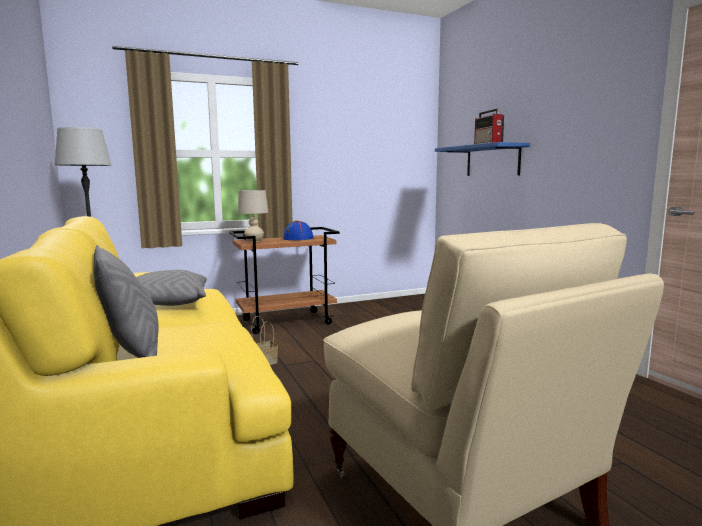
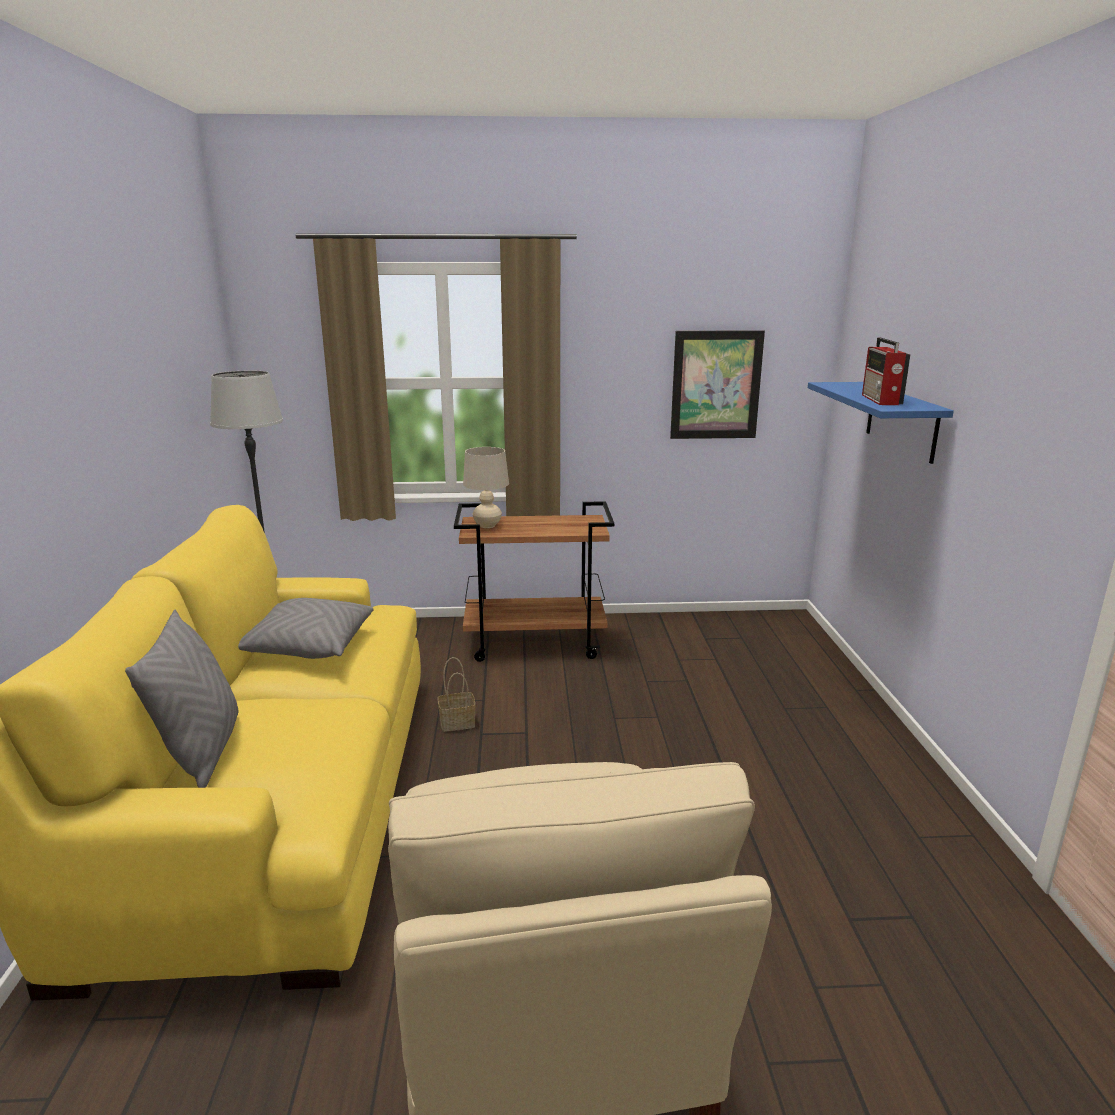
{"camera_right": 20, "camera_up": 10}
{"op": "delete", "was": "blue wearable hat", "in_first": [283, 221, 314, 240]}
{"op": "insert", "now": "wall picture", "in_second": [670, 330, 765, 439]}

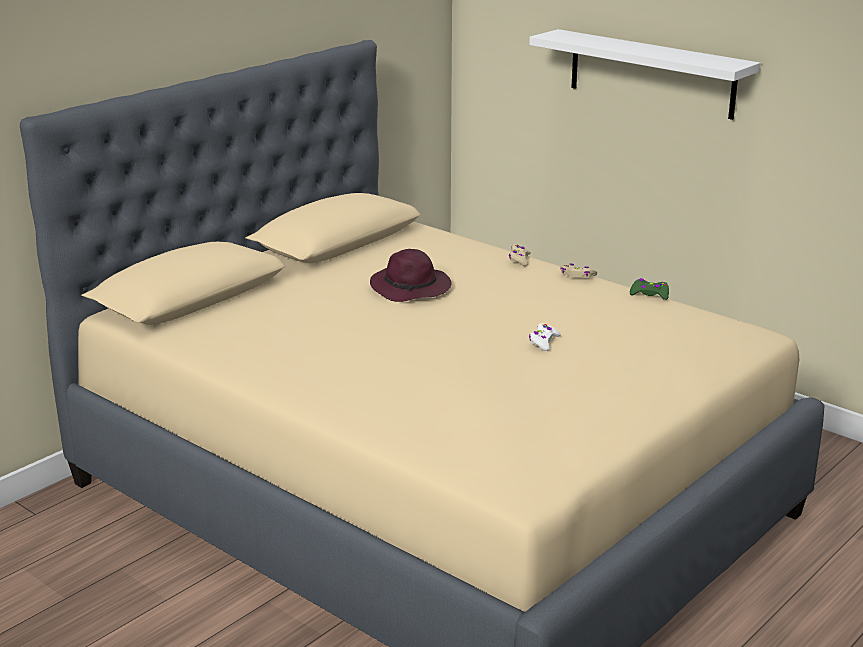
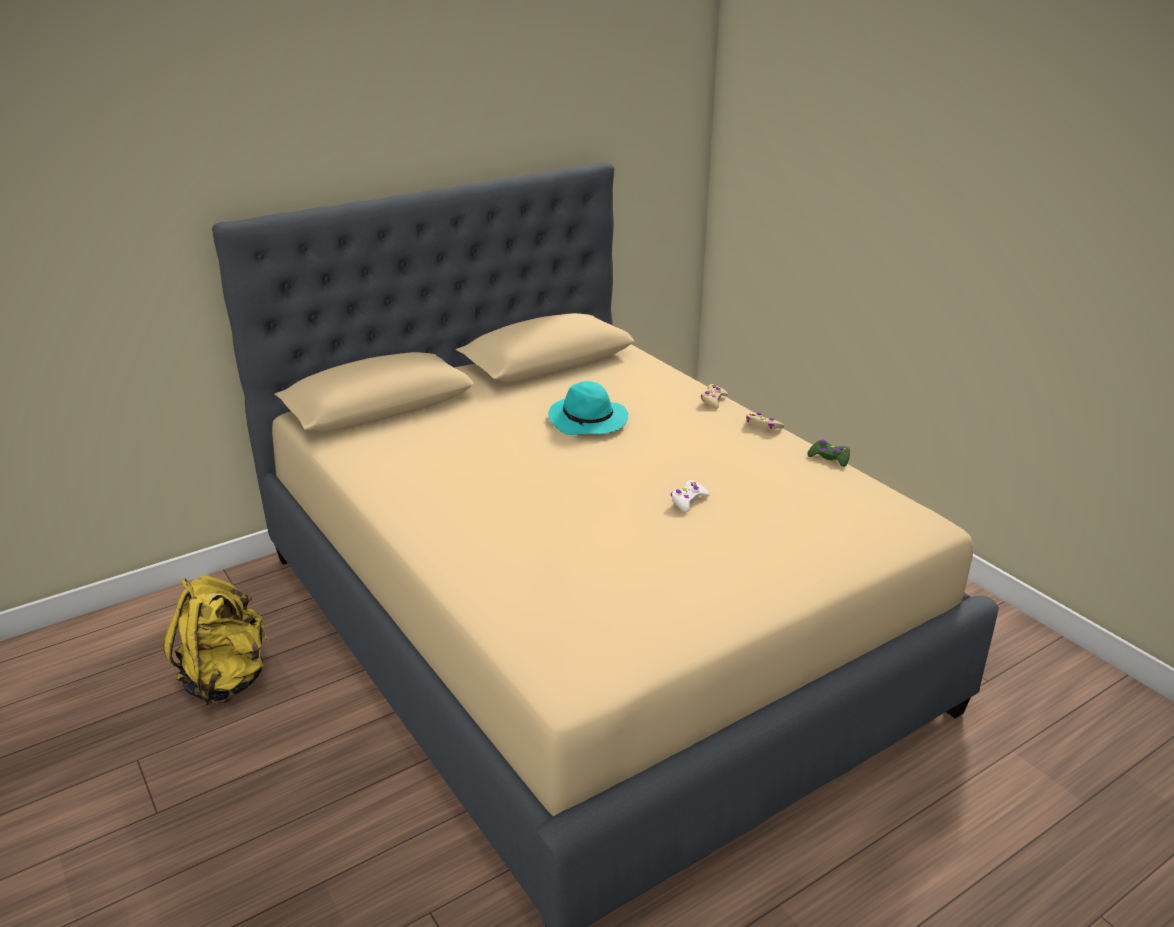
{"camera_right": 15, "camera_up": 5}
{"op": "delete", "was": "white-coloured bracket shelf", "in_first": [529, 29, 761, 120]}
{"op": "recolor", "was": "purple-coloured wearable hat", "now": "blue-green wearable hat", "in_first": [370, 249, 452, 302], "in_second": [548, 381, 628, 435]}
{"op": "insert", "now": "yellow knapsack", "in_second": [163, 575, 268, 705]}

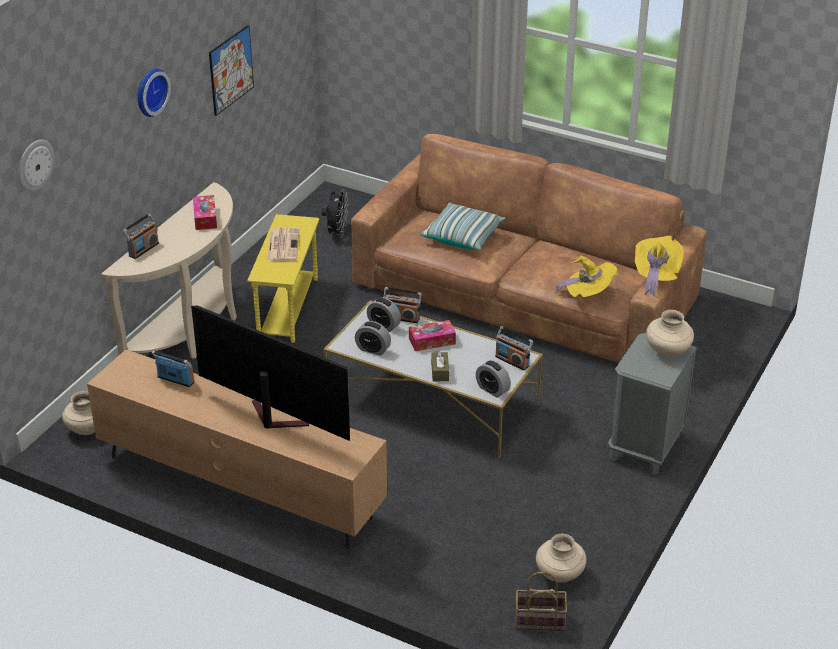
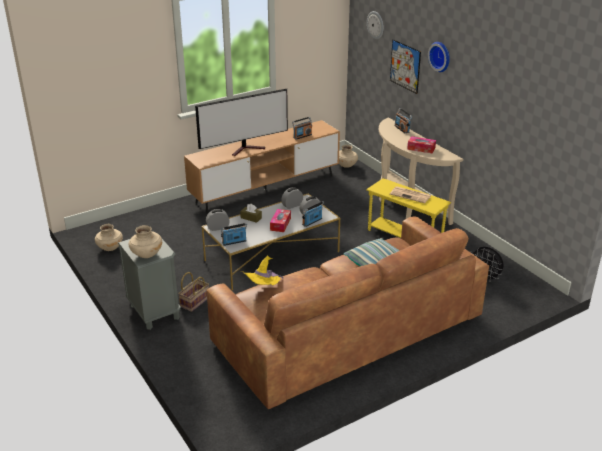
{"camera_right": 120, "camera_up": -5}
{"op": "move", "was": "wall picture", "in_first": [209, 25, 254, 116], "in_second": [390, 39, 421, 94]}
{"op": "delete", "was": "yellow wearable hat", "in_first": [635, 236, 684, 296]}
{"op": "move", "was": "household basket", "in_first": [516, 572, 567, 631], "in_second": [178, 272, 209, 312]}

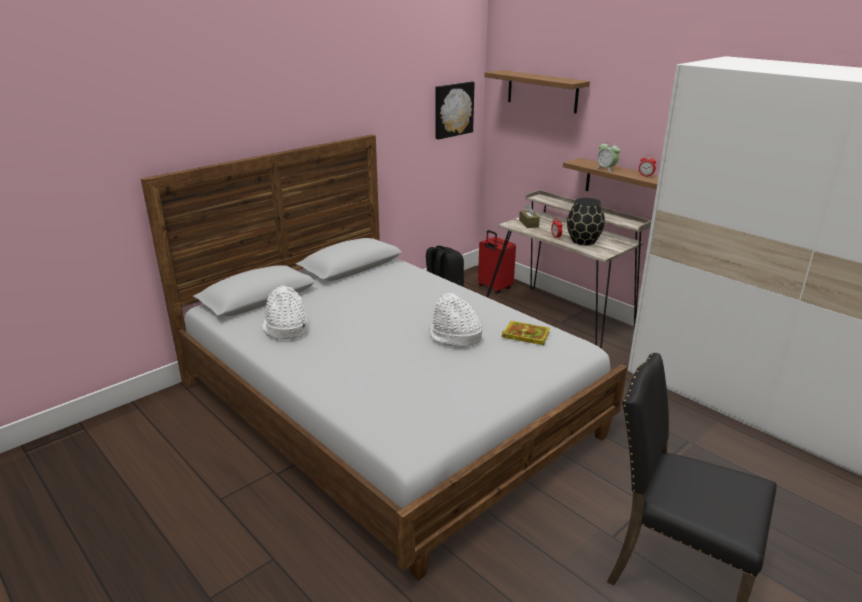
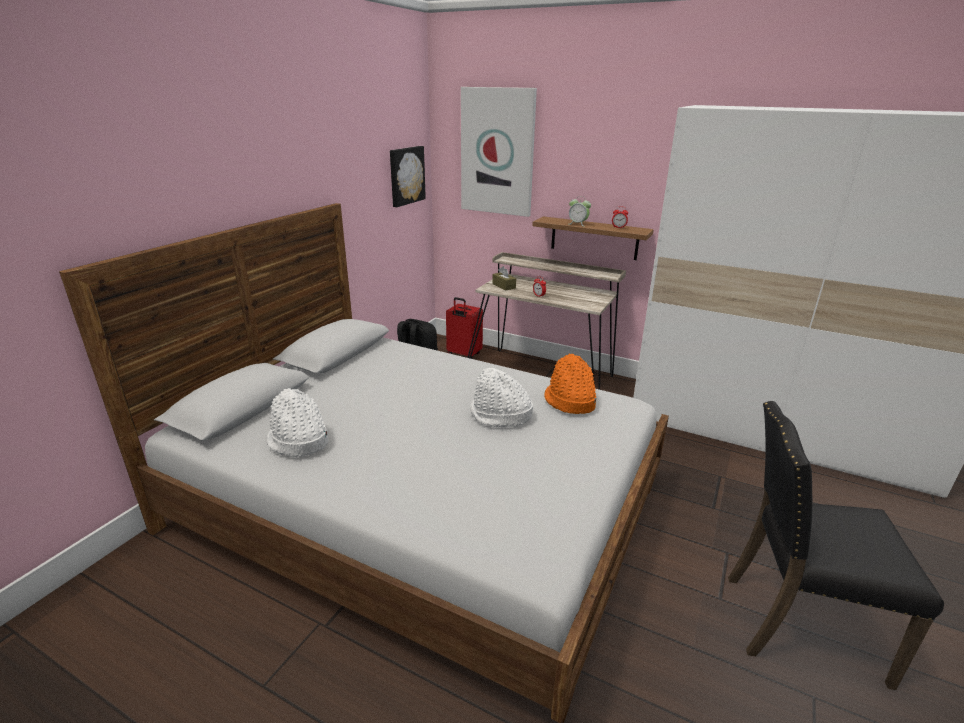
{"camera_right": -20, "camera_up": 0}
{"op": "replace", "was": "bracket shelf", "now": "wall picture", "in_first": [484, 70, 590, 113], "in_second": [461, 87, 537, 217]}
{"op": "delete", "was": "black-coloured flower vase", "in_first": [567, 198, 605, 245]}
{"op": "replace", "was": "volume", "now": "orangey wearable hat", "in_first": [502, 321, 550, 346], "in_second": [544, 354, 596, 414]}

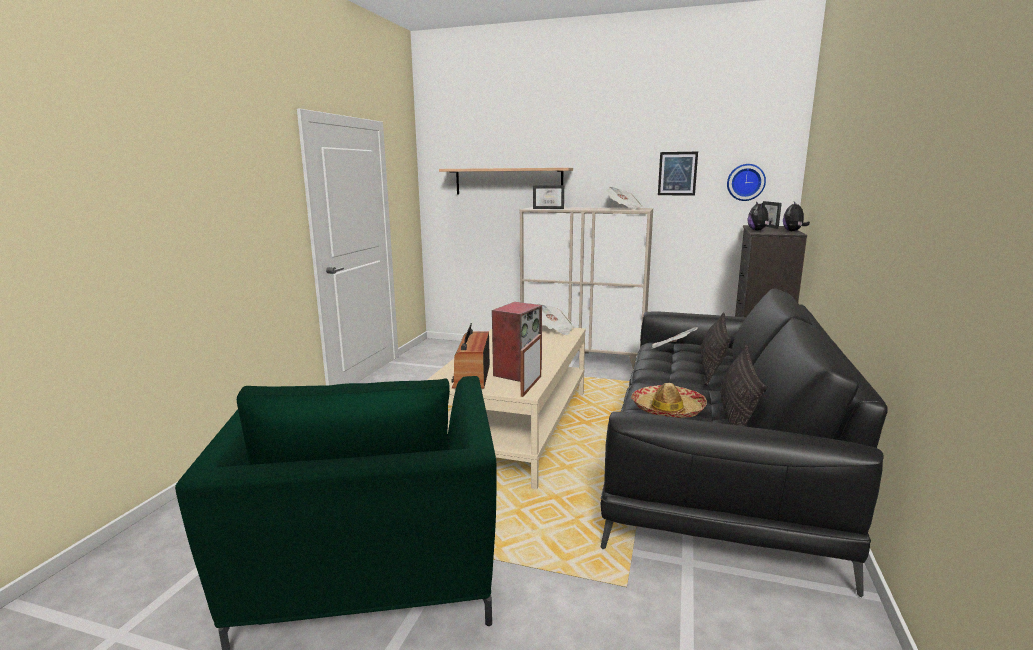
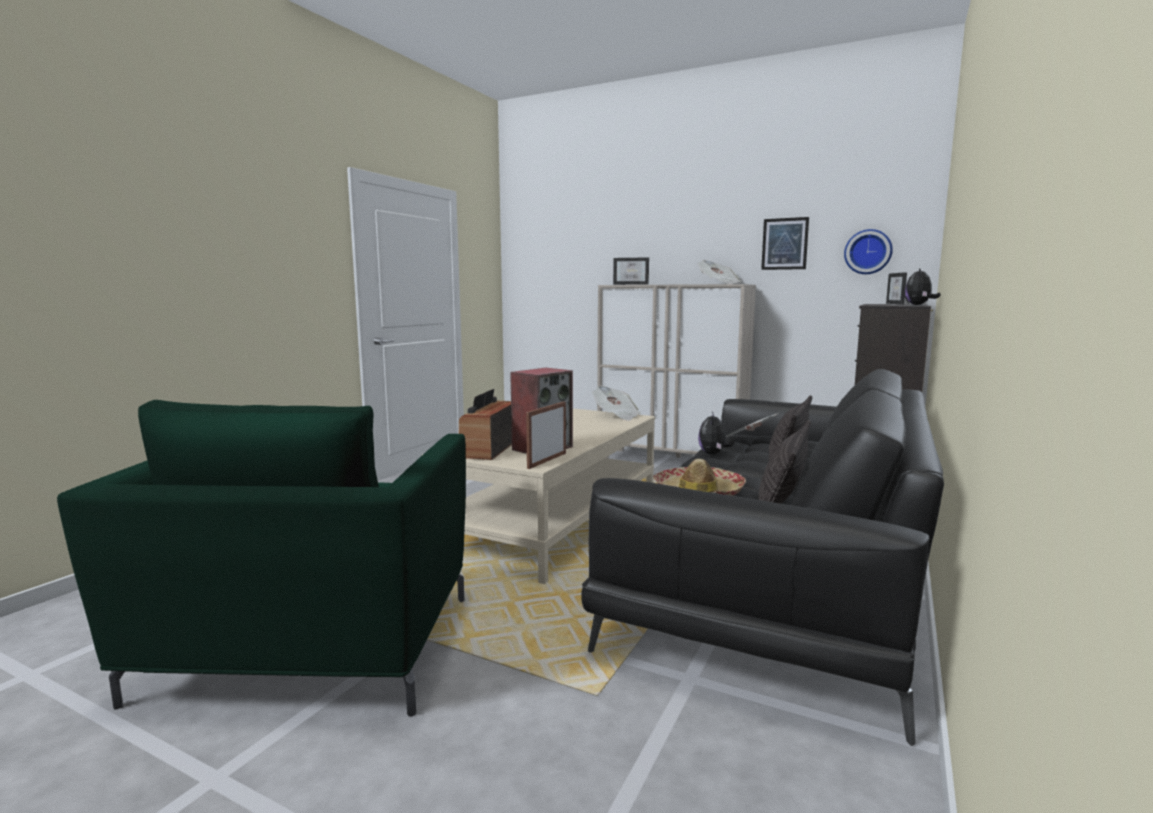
{"camera_right": 10, "camera_up": -5}
{"op": "delete", "was": "bracket shelf", "in_first": [439, 168, 573, 194]}
{"op": "move", "was": "plush toy", "in_first": [748, 201, 771, 231], "in_second": [698, 411, 735, 454]}

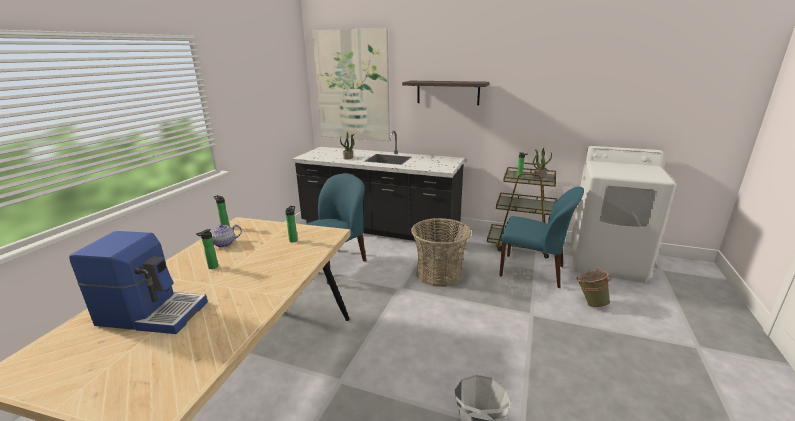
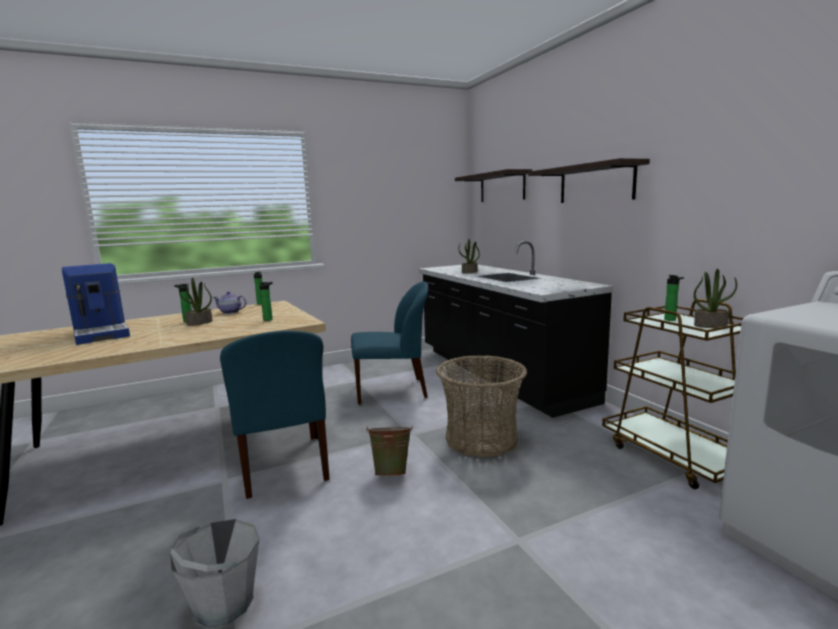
{"camera_right": 45, "camera_up": -10}
{"op": "replace", "was": "wall picture", "now": "bracket shelf", "in_first": [312, 28, 390, 141], "in_second": [455, 169, 532, 202]}
{"op": "move", "was": "blue plain chair", "in_first": [499, 187, 584, 288], "in_second": [220, 331, 330, 499]}
{"op": "move", "was": "green pail", "in_first": [577, 269, 611, 308], "in_second": [366, 425, 413, 476]}
{"op": "insert", "now": "plant in a pot", "in_second": [179, 277, 213, 326]}

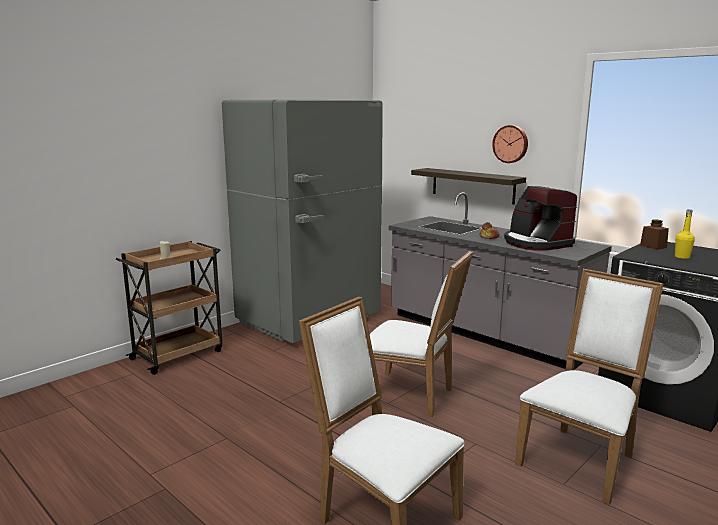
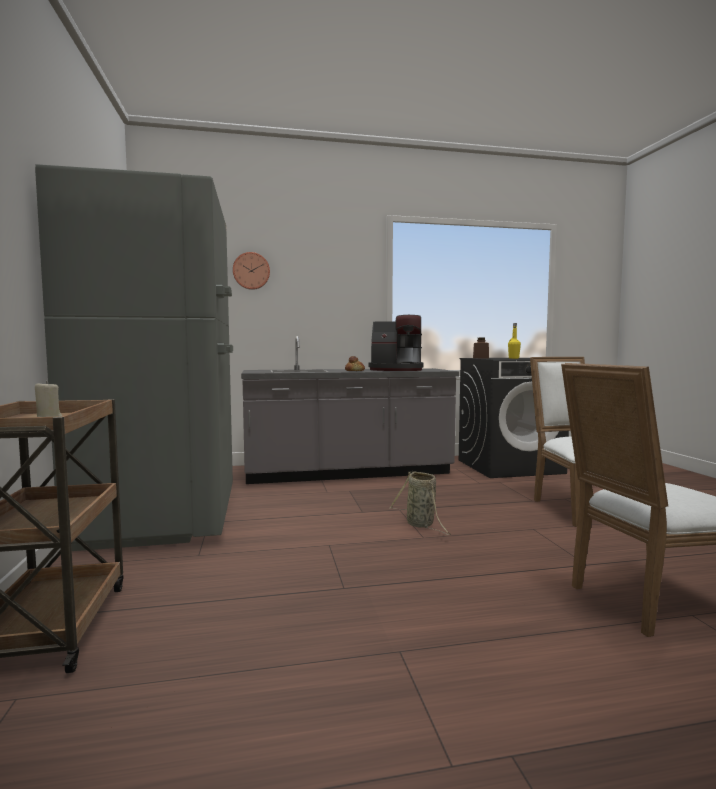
{"camera_right": -55, "camera_up": -10}
{"op": "move", "was": "clock on the wall", "in_first": [492, 125, 528, 163], "in_second": [233, 252, 270, 290]}
{"op": "delete", "was": "bracket shelf", "in_first": [411, 168, 526, 204]}
{"op": "replace", "was": "white-coloured plain chair", "now": "household basket", "in_first": [370, 251, 473, 417], "in_second": [389, 471, 451, 535]}

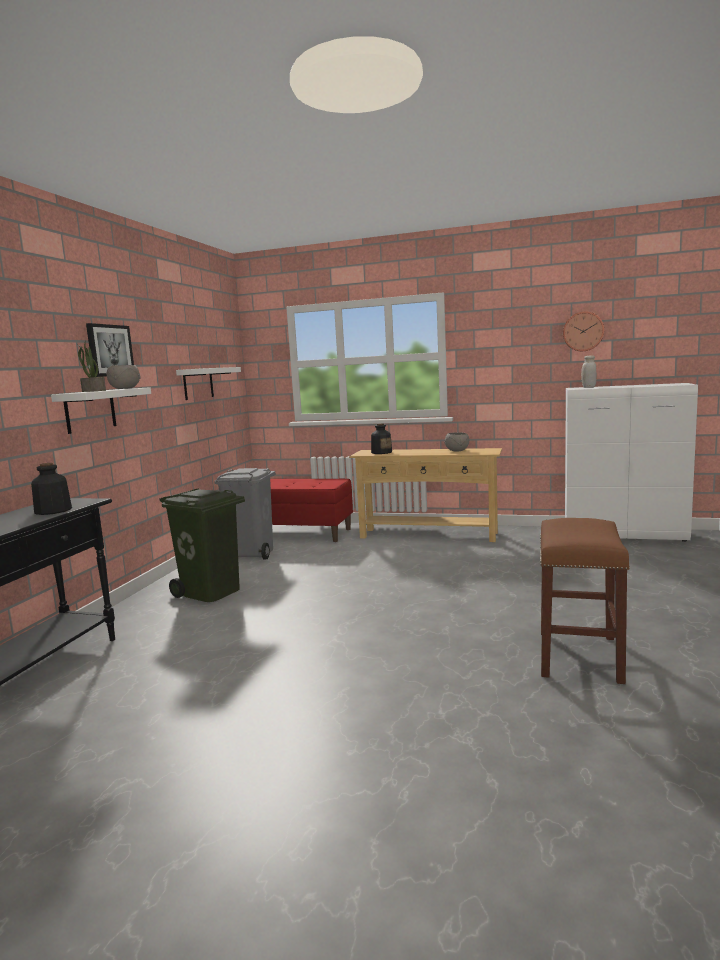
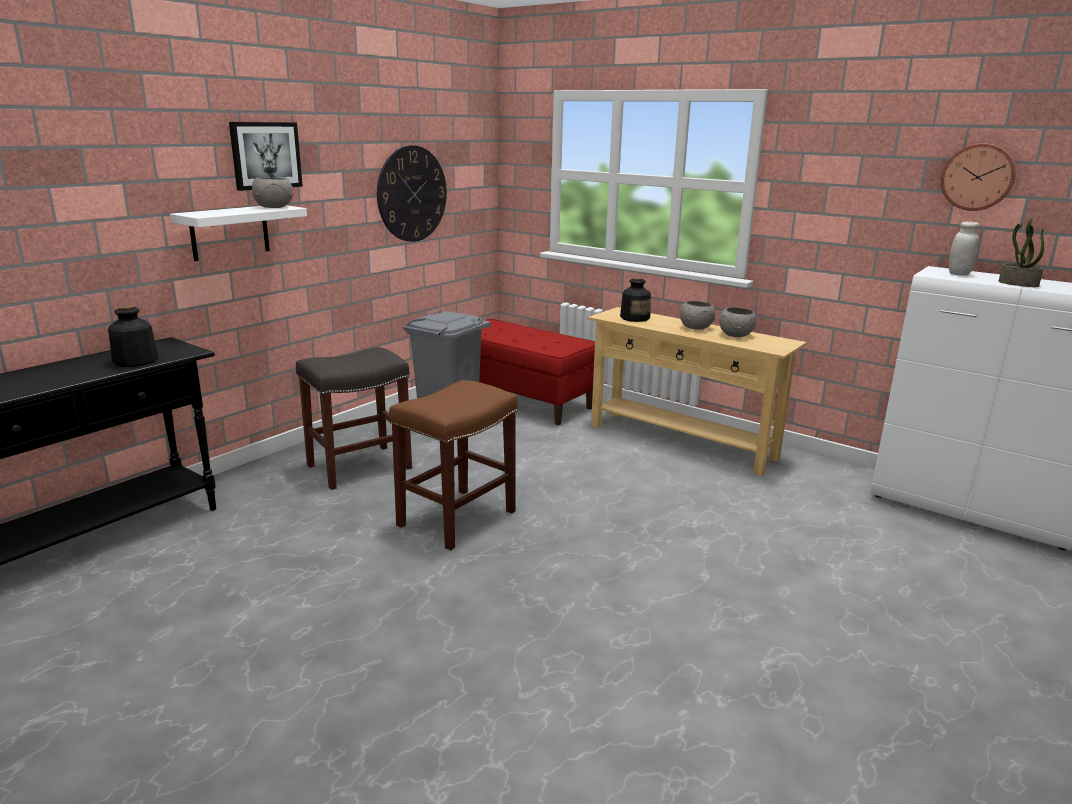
{"camera_right": 20, "camera_up": 10}
{"op": "move", "was": "plant in a pot", "in_first": [78, 341, 106, 392], "in_second": [999, 217, 1044, 287]}
{"op": "replace", "was": "white-coloured bracket shelf", "now": "clock on the wall", "in_first": [176, 367, 241, 400], "in_second": [377, 145, 447, 242]}
{"op": "replace", "was": "green rubbish bin", "now": "greyish stool", "in_first": [159, 488, 245, 602], "in_second": [296, 347, 412, 490]}
{"op": "move", "was": "brownish stool", "in_first": [540, 518, 630, 684], "in_second": [389, 380, 518, 551]}
{"op": "insert", "now": "greyish bowl", "in_second": [680, 301, 715, 330]}

